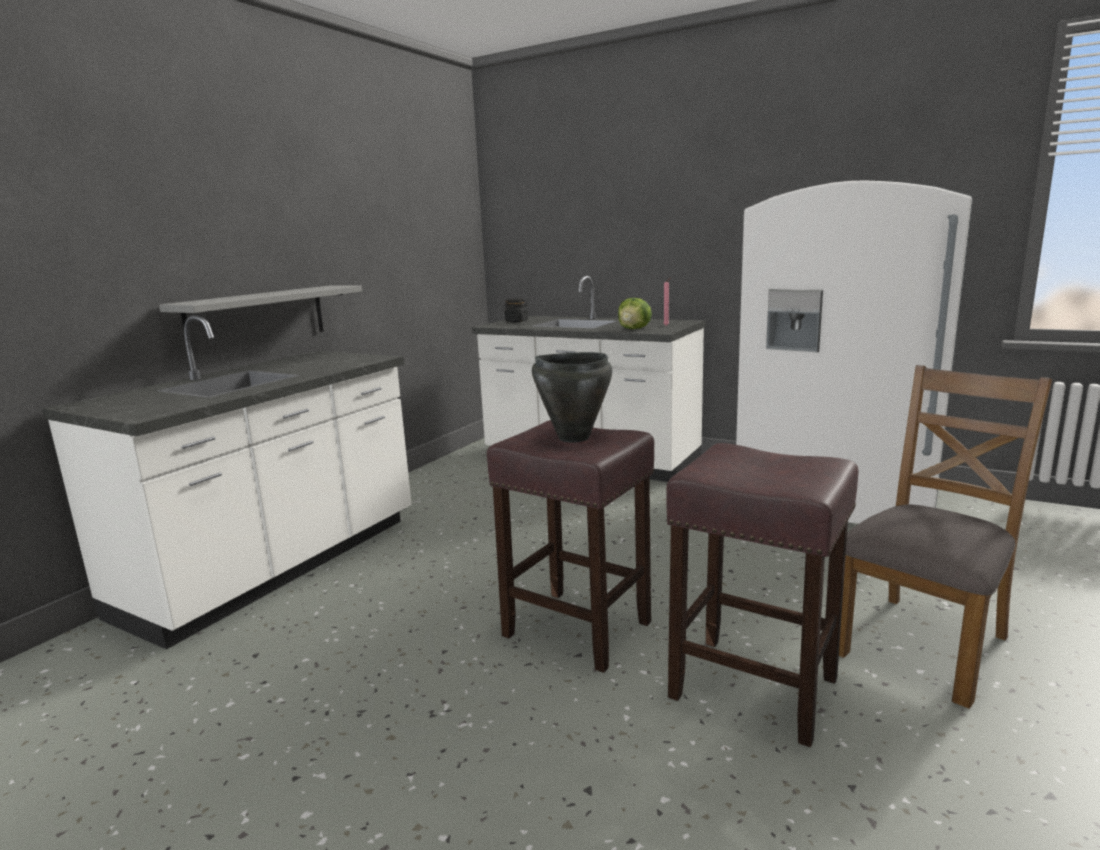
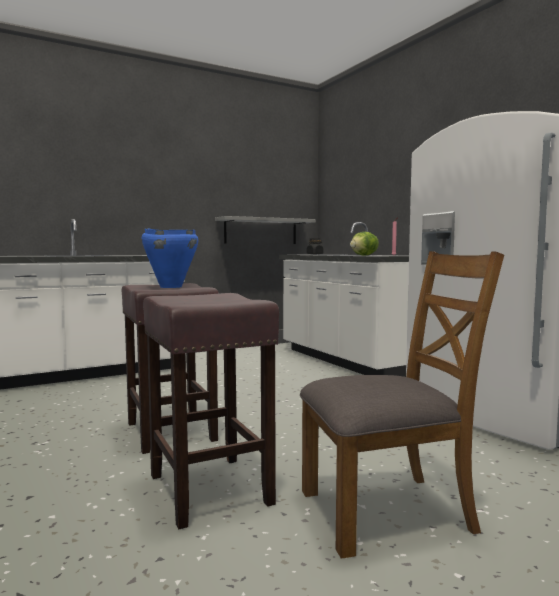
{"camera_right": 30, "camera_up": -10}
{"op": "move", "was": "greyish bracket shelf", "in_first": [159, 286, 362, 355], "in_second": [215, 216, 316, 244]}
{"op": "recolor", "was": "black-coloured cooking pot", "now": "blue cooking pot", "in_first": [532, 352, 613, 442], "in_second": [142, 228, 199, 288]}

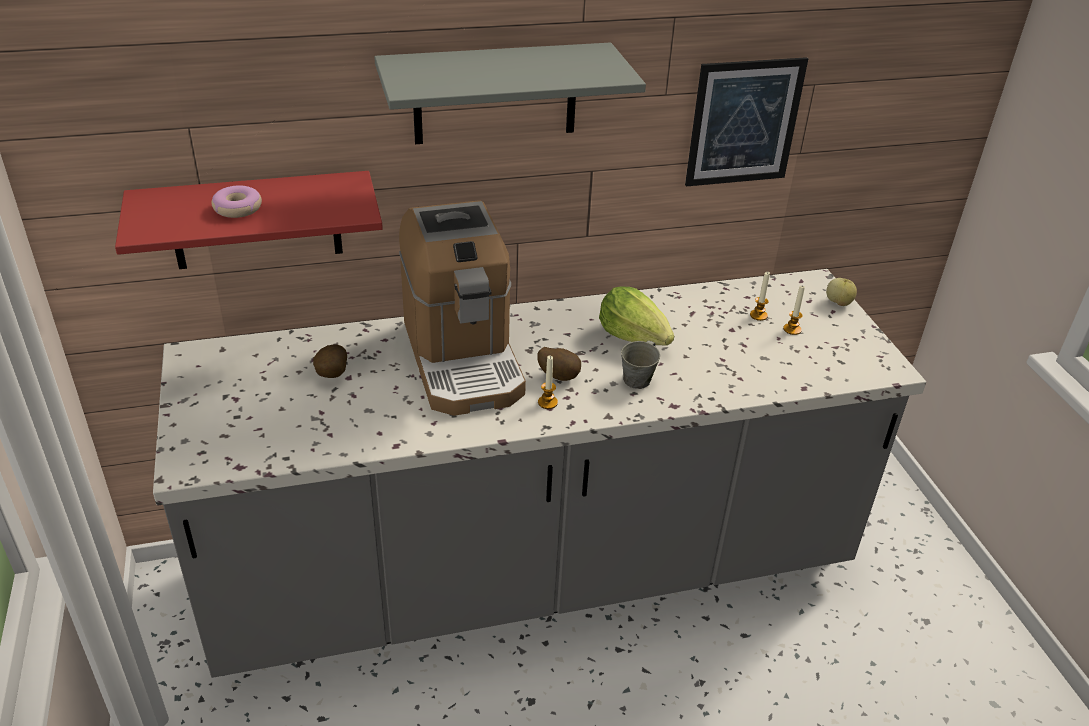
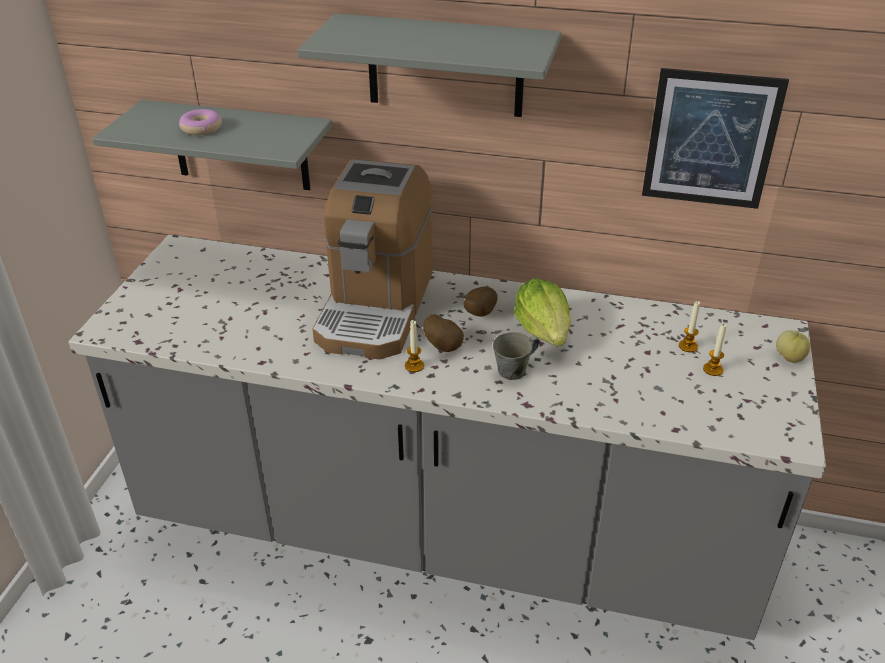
{"camera_right": 30, "camera_up": 0}
{"op": "recolor", "was": "red-coloured bracket shelf", "now": "greyish bracket shelf", "in_first": [115, 171, 383, 269], "in_second": [92, 100, 332, 190]}
{"op": "move", "was": "spud", "in_first": [313, 344, 347, 378], "in_second": [464, 287, 498, 317]}

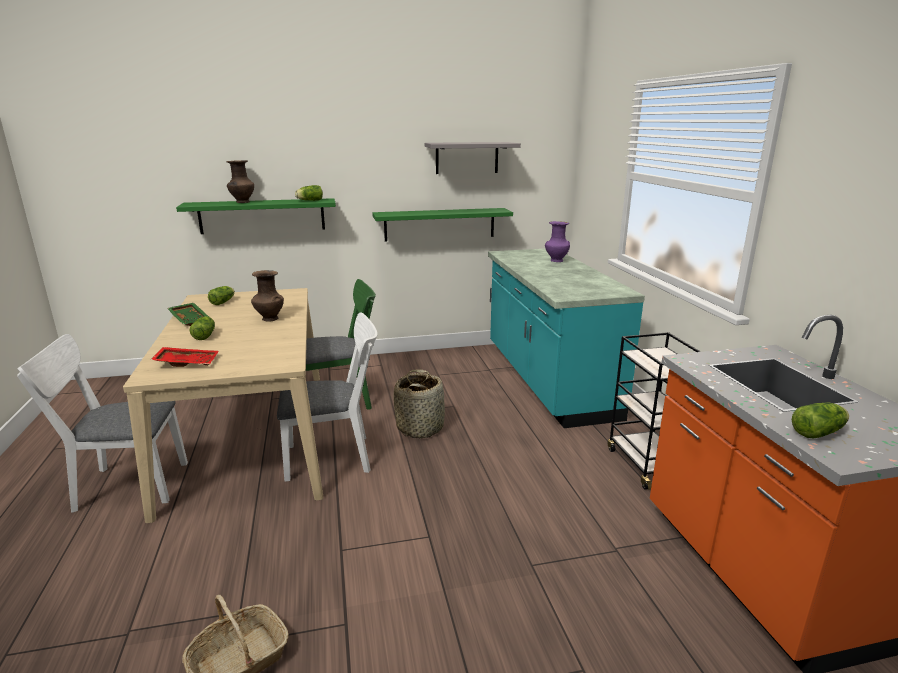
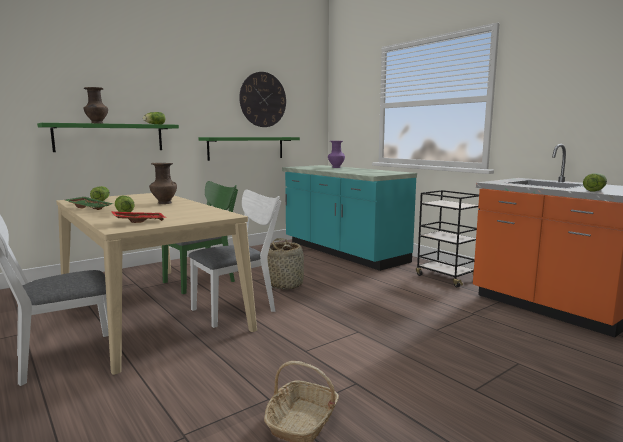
{"camera_right": -25, "camera_up": -10}
{"op": "replace", "was": "greyish bracket shelf", "now": "clock on the wall", "in_first": [425, 142, 521, 174], "in_second": [239, 72, 286, 127]}

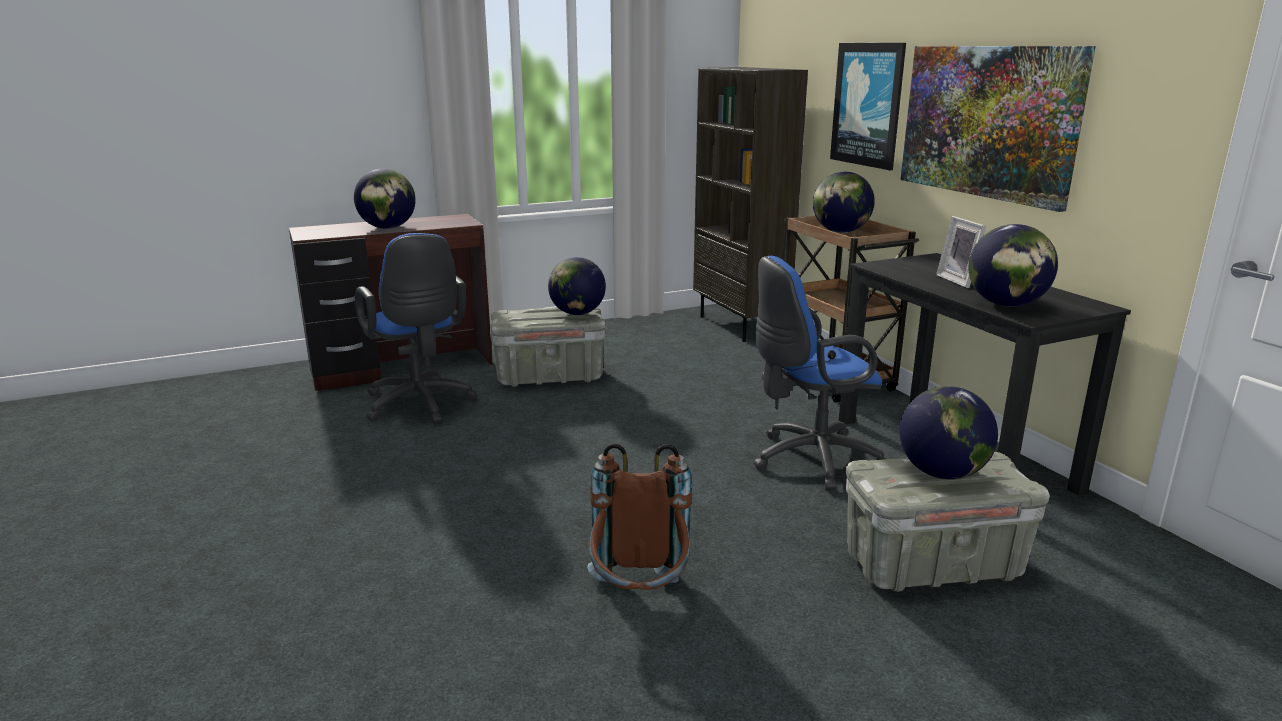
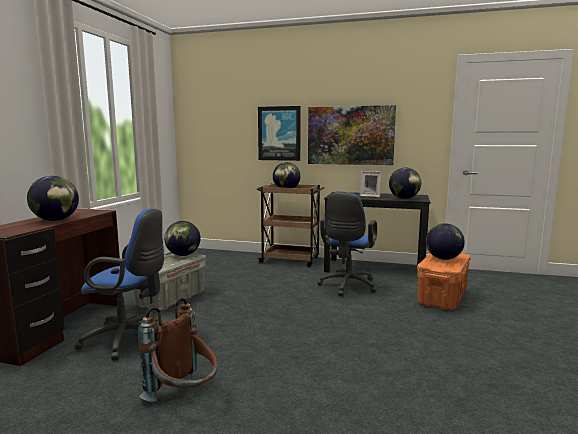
{"camera_right": -50, "camera_up": -10}
{"op": "delete", "was": "brownish shelving unit", "in_first": [693, 67, 808, 342]}
{"op": "move", "was": "brownish knapsack", "in_first": [587, 443, 691, 590], "in_second": [138, 298, 218, 402]}
{"op": "recolor", "was": "greyish storage box", "now": "orangey storage box", "in_first": [846, 452, 1050, 592], "in_second": [417, 253, 471, 310]}

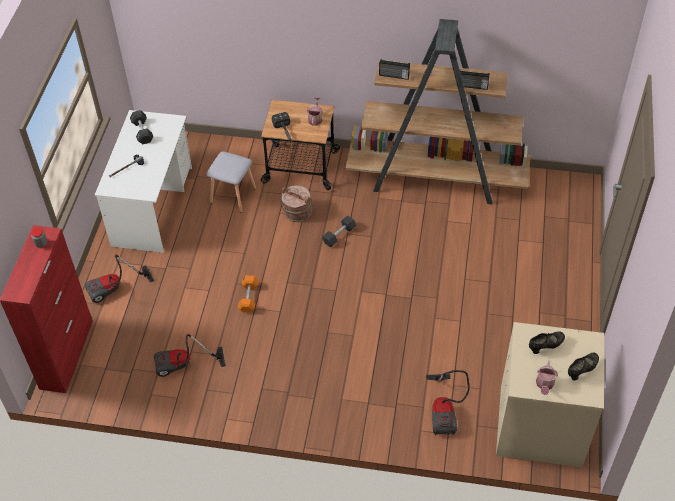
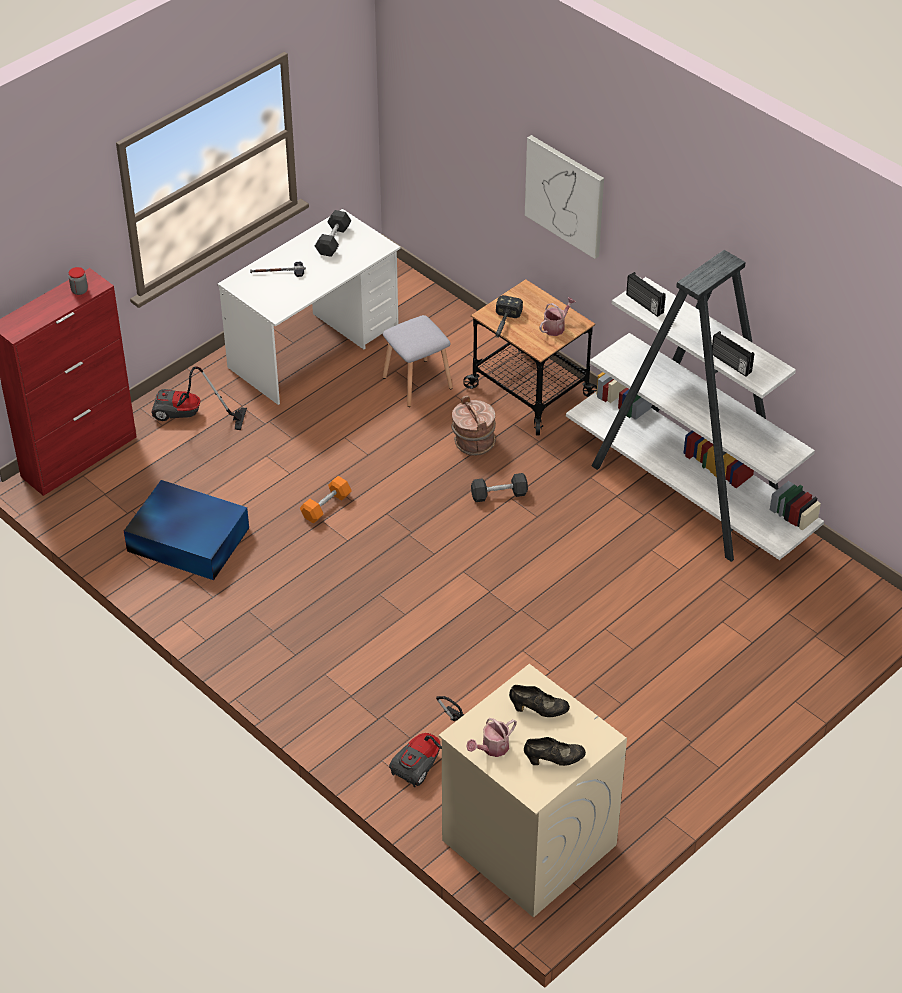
{"camera_right": 35, "camera_up": -5}
{"op": "recolor", "was": "brownish shelving unit", "now": "white-coloured shelving unit", "in_first": [346, 19, 530, 205], "in_second": [566, 250, 824, 562]}
{"op": "replace", "was": "hoover", "now": "blue storage box", "in_first": [154, 334, 226, 377], "in_second": [124, 480, 249, 580]}
{"op": "insert", "now": "wall picture", "in_second": [525, 135, 604, 259]}

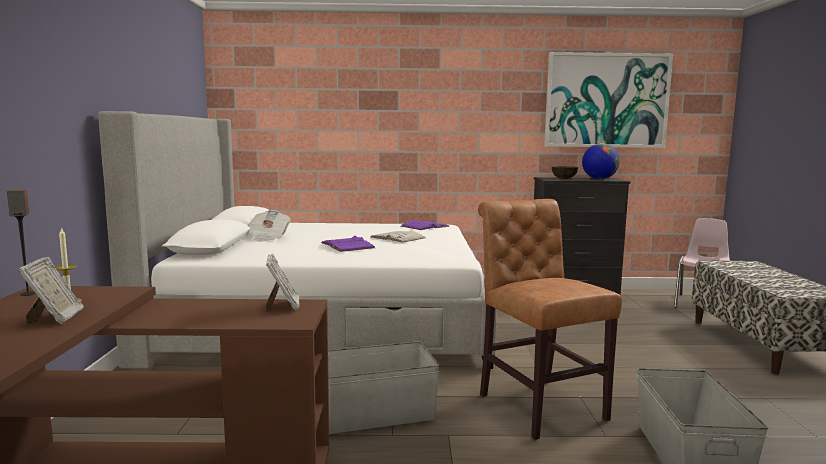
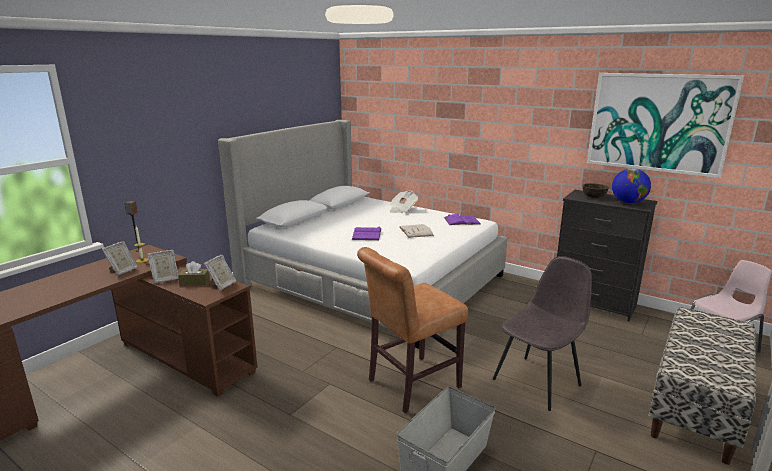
{"camera_right": 35, "camera_up": 10}
{"op": "rotate", "was": "brownish plain chair", "in_first": [478, 199, 622, 440], "in_second": [357, 247, 468, 413], "clockwise": -135}
{"op": "move", "was": "newspaper", "in_first": [248, 210, 291, 242], "in_second": [390, 190, 418, 213]}
{"op": "delete", "was": "greyish storage box", "in_first": [328, 341, 439, 434]}
{"op": "insert", "now": "standing frame", "in_second": [147, 250, 179, 283]}
{"op": "insert", "now": "greyish plain chair", "in_second": [493, 256, 592, 411]}
{"op": "insert", "now": "brownish tissue holder", "in_second": [178, 261, 210, 286]}

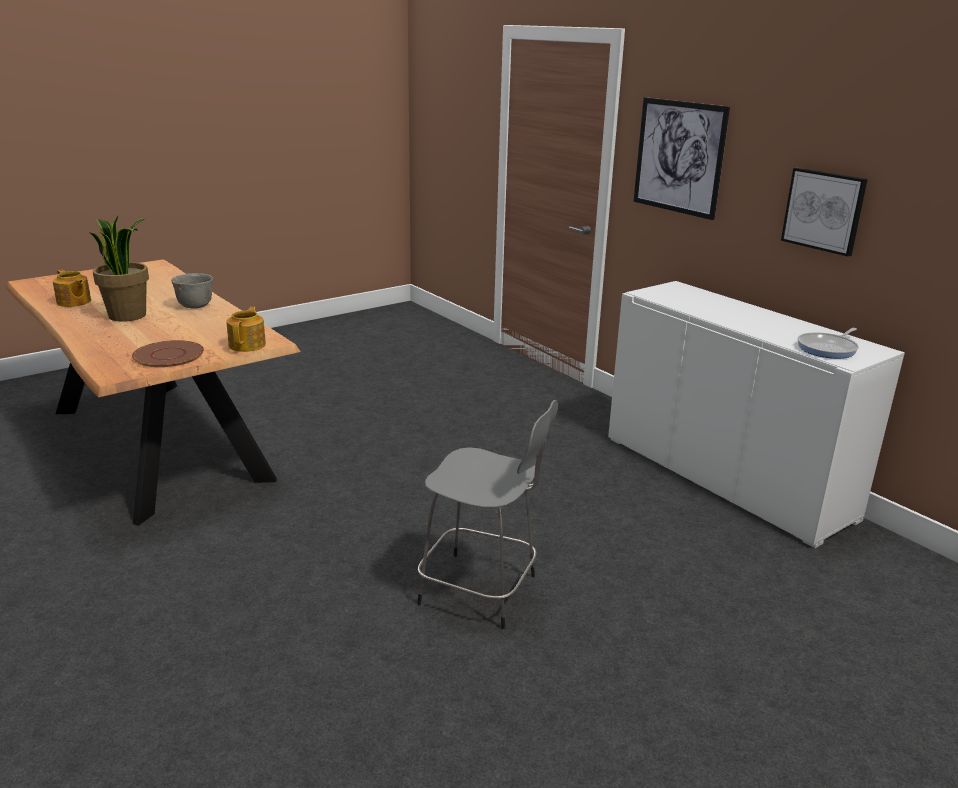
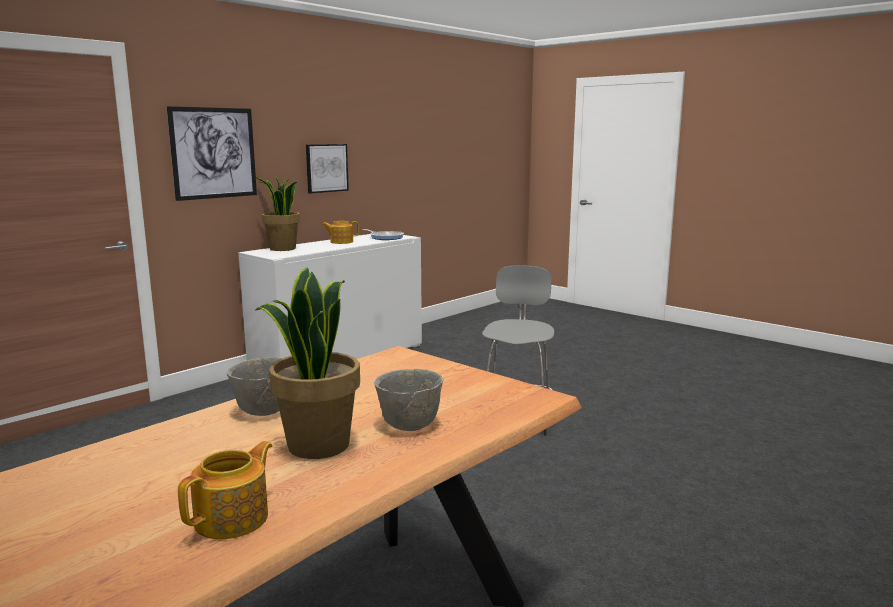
{"camera_right": -100, "camera_up": -10}
{"op": "move", "was": "tea pot", "in_first": [226, 307, 266, 352], "in_second": [322, 221, 359, 244]}
{"op": "delete", "was": "brownish flat dish", "in_first": [132, 340, 204, 367]}
{"op": "insert", "now": "plant in a pot", "in_second": [255, 175, 300, 251]}
{"op": "insert", "now": "greyish bowl", "in_second": [374, 369, 443, 431]}

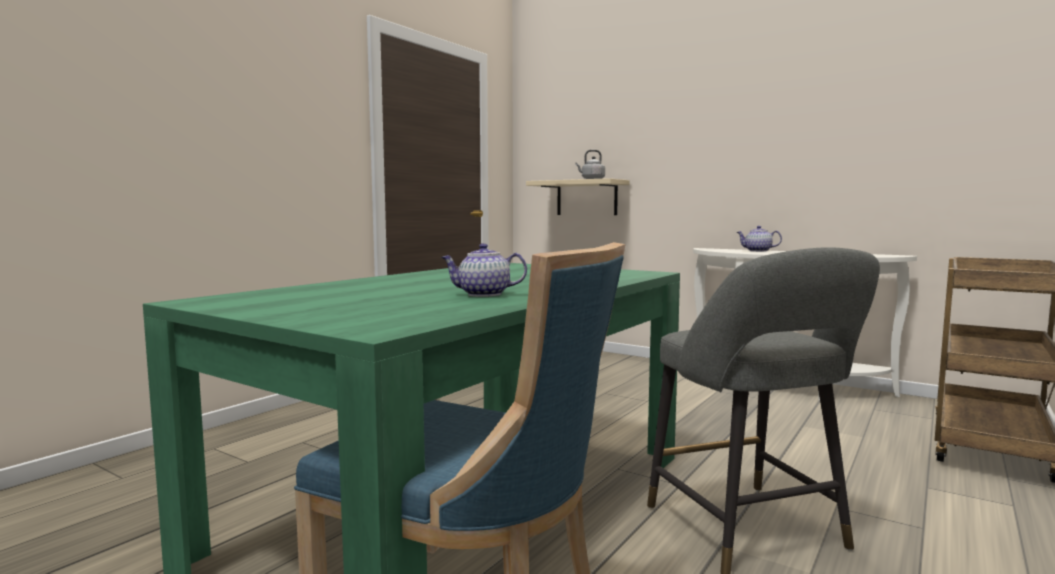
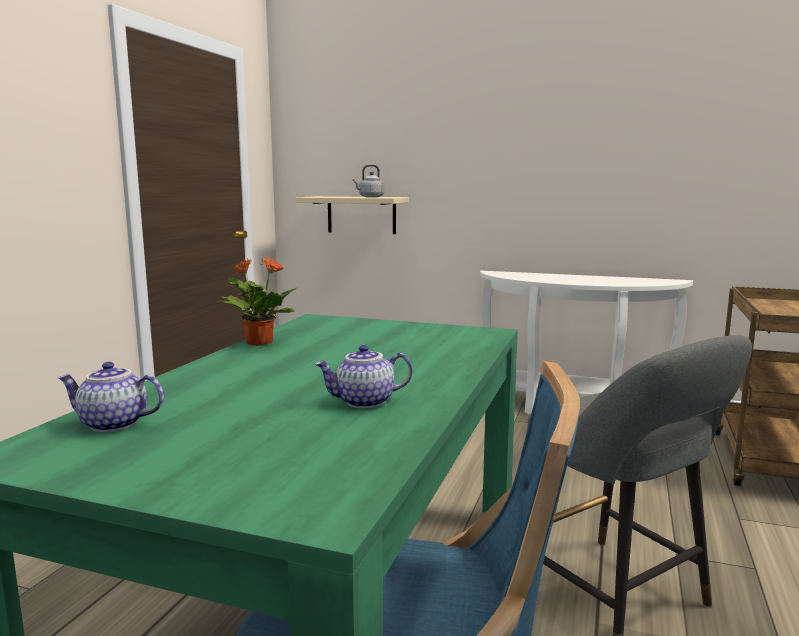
{"camera_right": -15, "camera_up": 5}
{"op": "move", "was": "tea pot", "in_first": [737, 226, 782, 252], "in_second": [58, 362, 164, 432]}
{"op": "insert", "now": "plant in a pot", "in_second": [218, 257, 298, 346]}

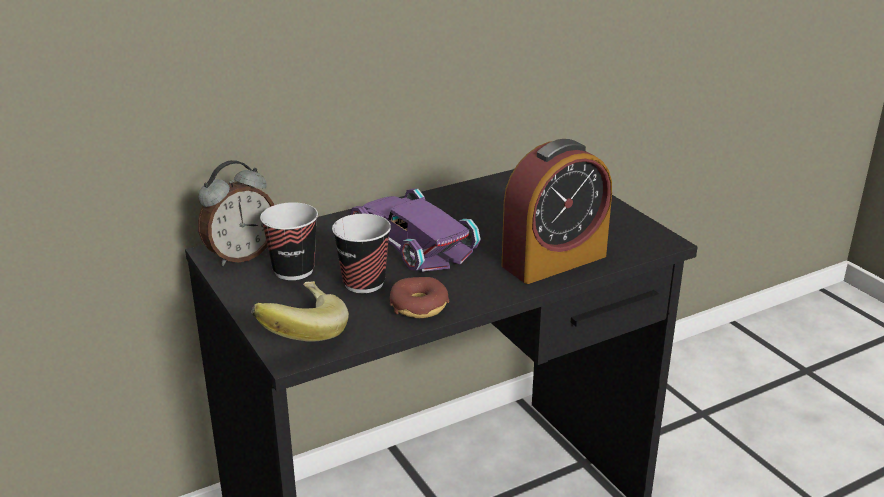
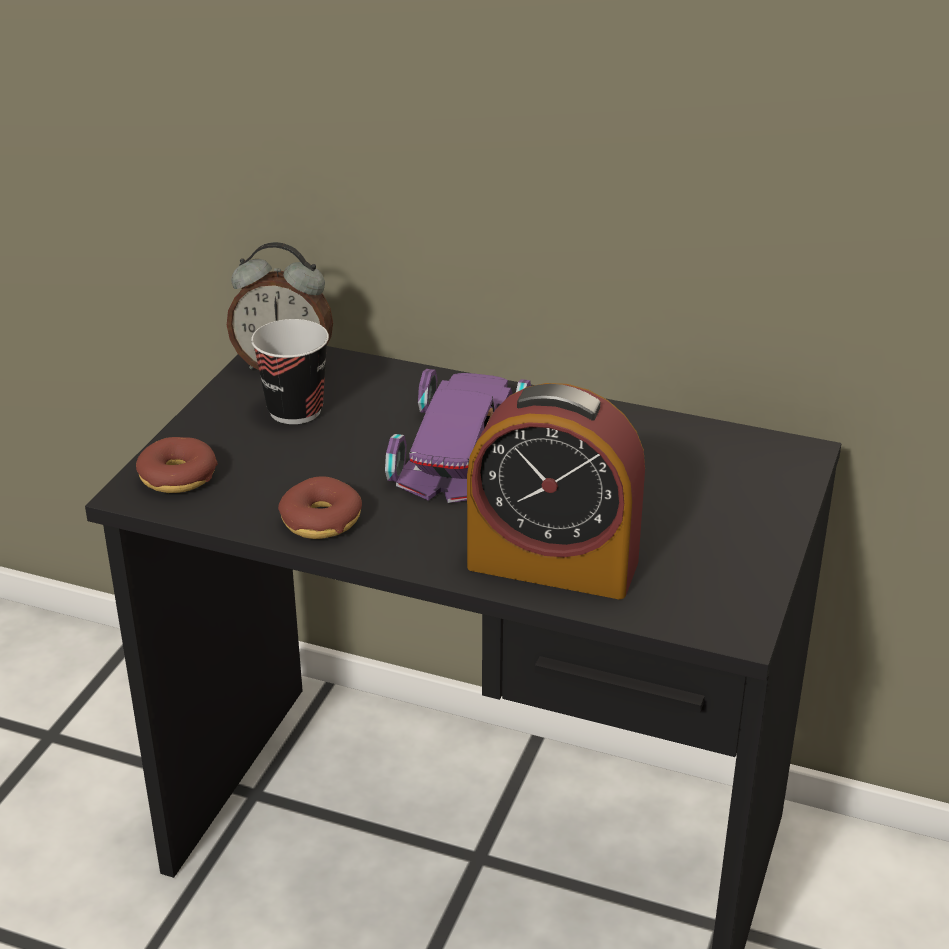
{"camera_right": 50, "camera_up": 5}
{"op": "delete", "was": "cup", "in_first": [332, 214, 391, 293]}
{"op": "replace", "was": "whole banana", "now": "donut", "in_first": [251, 281, 349, 342], "in_second": [136, 437, 218, 493]}

